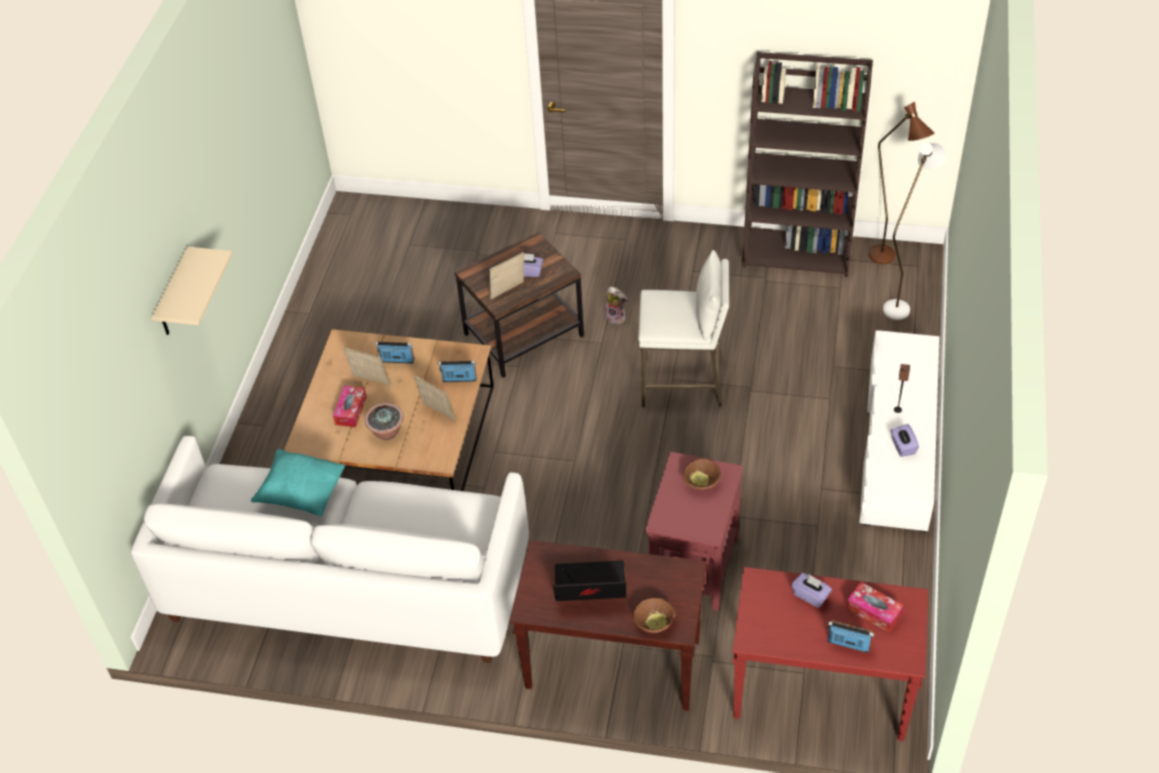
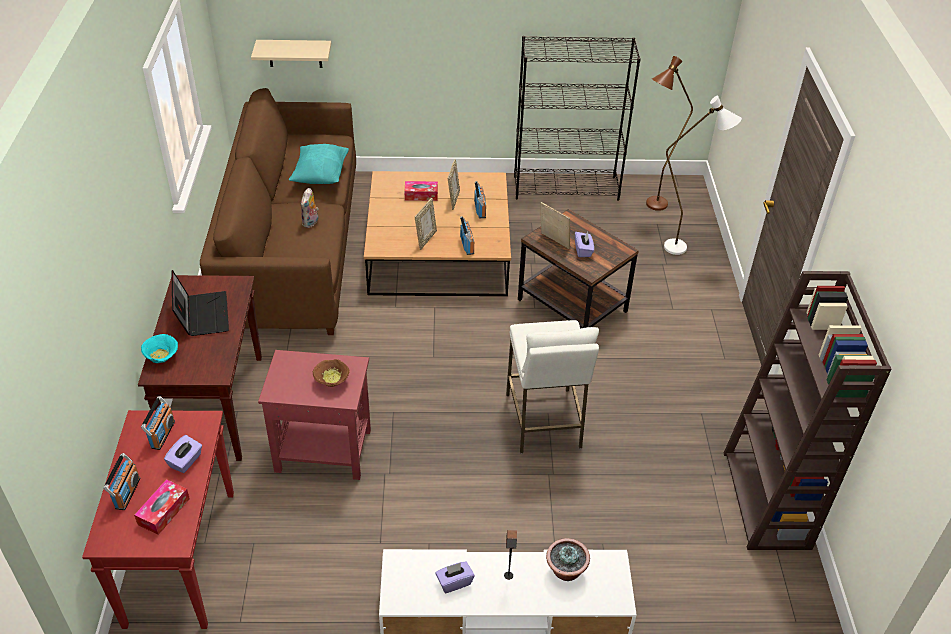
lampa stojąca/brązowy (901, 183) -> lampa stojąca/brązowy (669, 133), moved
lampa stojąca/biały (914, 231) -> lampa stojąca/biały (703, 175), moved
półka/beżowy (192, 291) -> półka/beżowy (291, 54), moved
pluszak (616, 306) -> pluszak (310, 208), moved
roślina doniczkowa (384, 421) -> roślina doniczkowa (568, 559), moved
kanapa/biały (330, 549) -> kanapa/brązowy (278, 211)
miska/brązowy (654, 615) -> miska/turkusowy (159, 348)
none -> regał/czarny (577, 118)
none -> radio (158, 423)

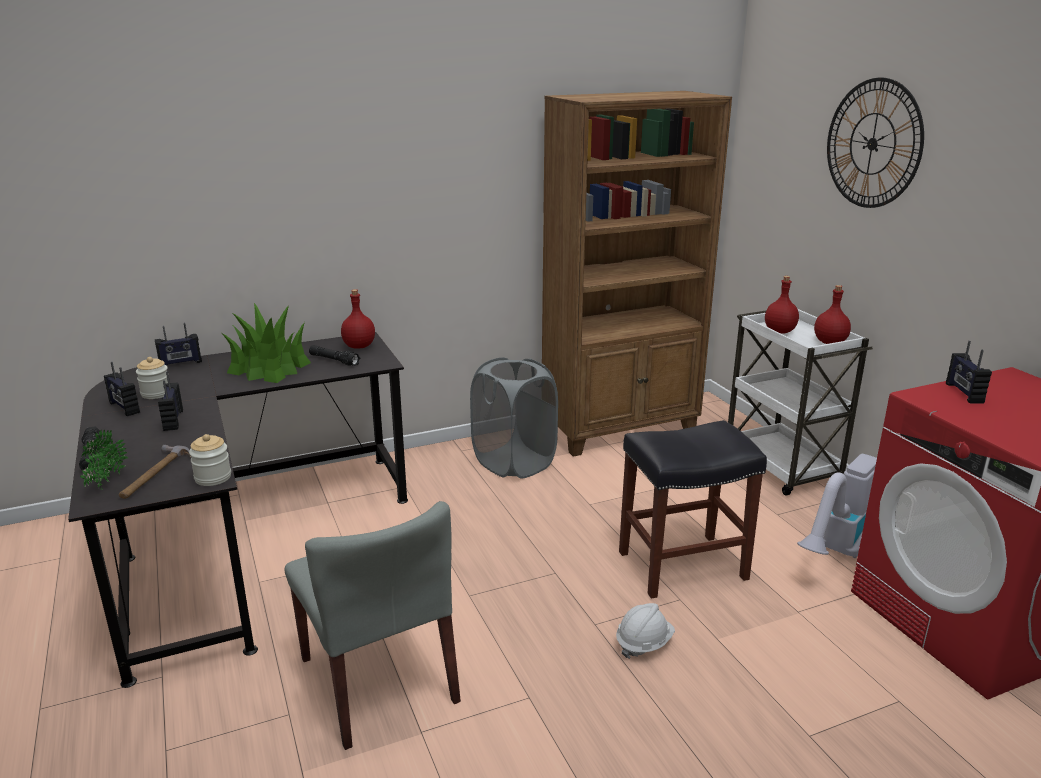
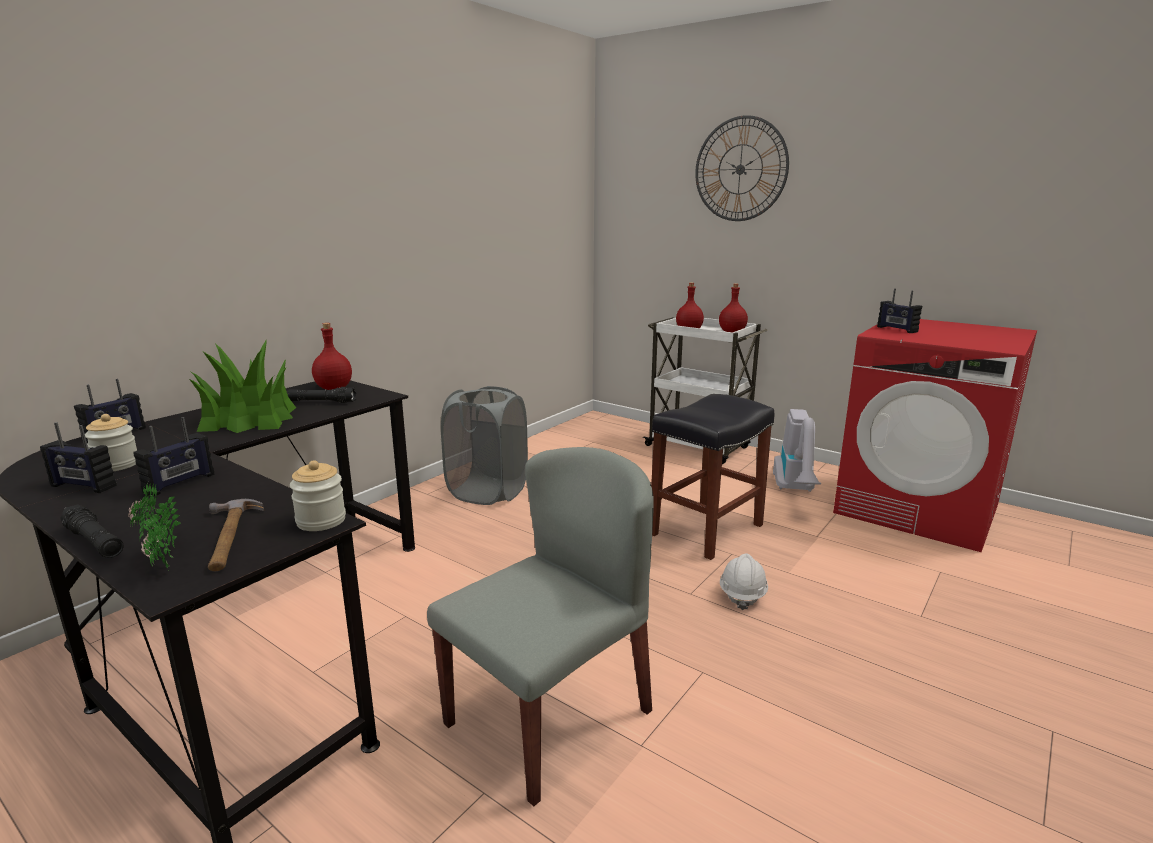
regał/brązowy (637, 274) -> none
radio (170, 401) -> radio (173, 456), 105 degrees counterclockwise
krzesło/szary (373, 625) -> krzesło/szary (540, 627), 75 degrees counterclockwise

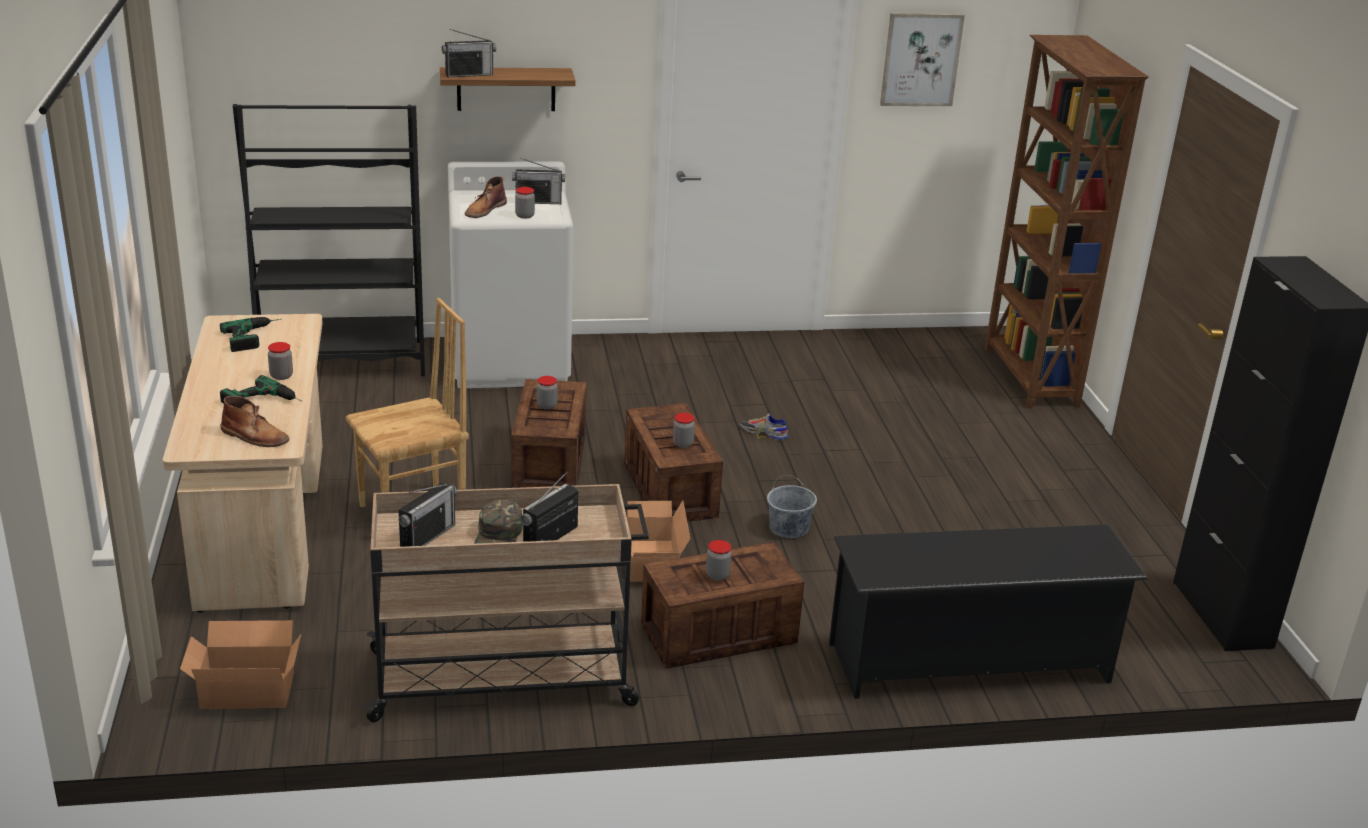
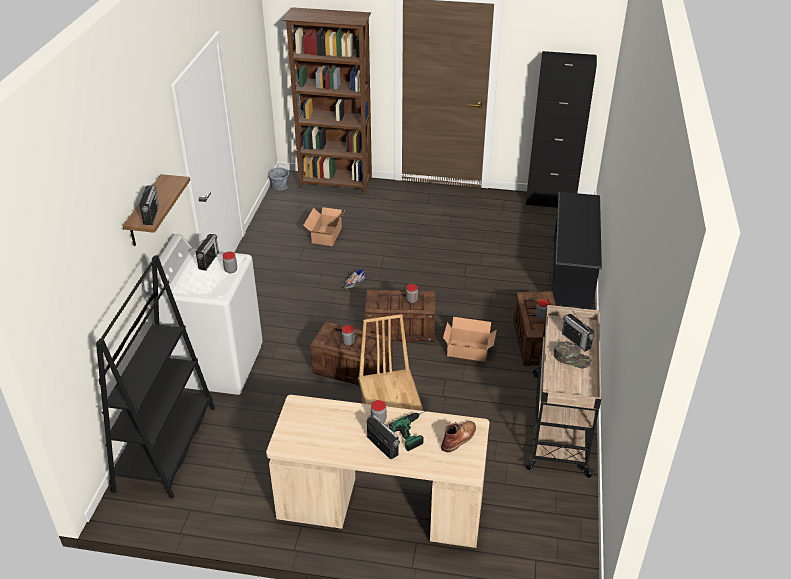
obraz (922, 59) -> none
but z cholewką/brązowy (486, 197) -> none
wiertarka (250, 334) -> none
wiadro/szary (792, 506) -> wiadro/szary (278, 177), moved
radio (427, 515) -> radio (383, 437), moved
karton (240, 664) -> karton (323, 226), moved

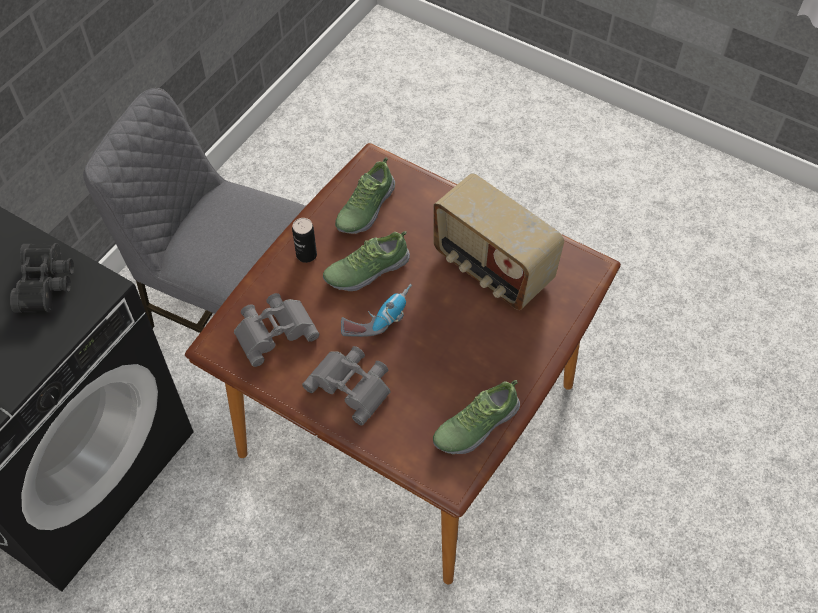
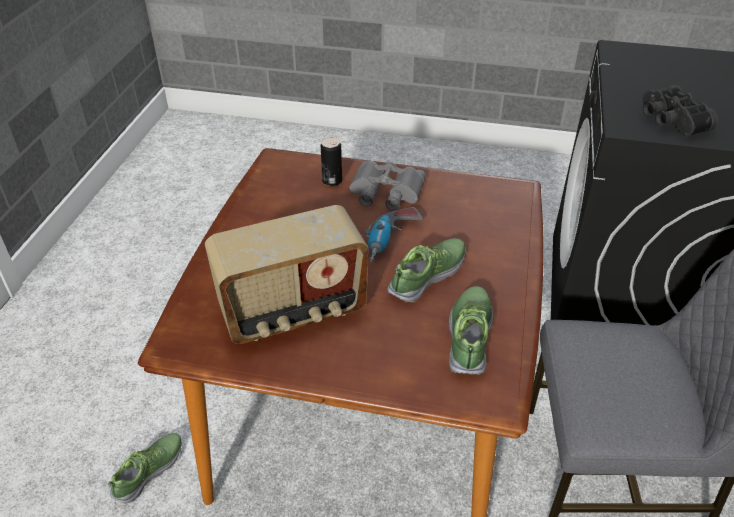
radio (498, 242) -> radio (286, 274), 135 degrees clockwise
puszka (304, 240) -> puszka (331, 161), moved
lornetka/szary (276, 330) -> none
but (476, 417) -> but (145, 468), moved

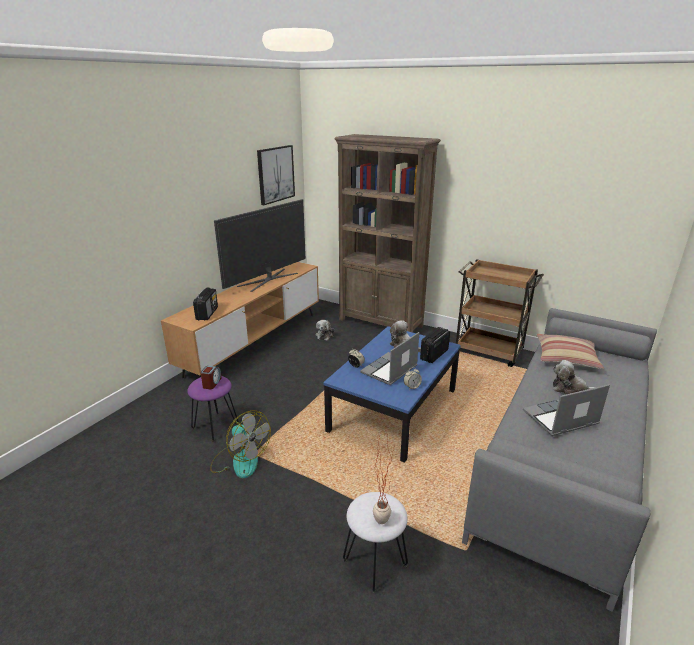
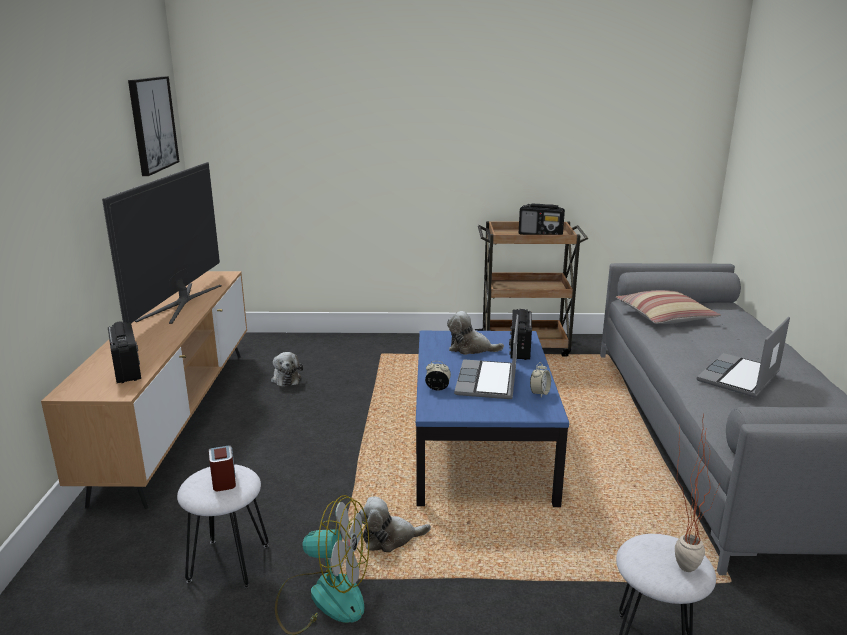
regał/brązowy (387, 233) -> none
pluszak (574, 377) -> pluszak (395, 524), moved
stołek/fioletowy (213, 409) -> stołek/biały (223, 526)
none -> radio (542, 219)

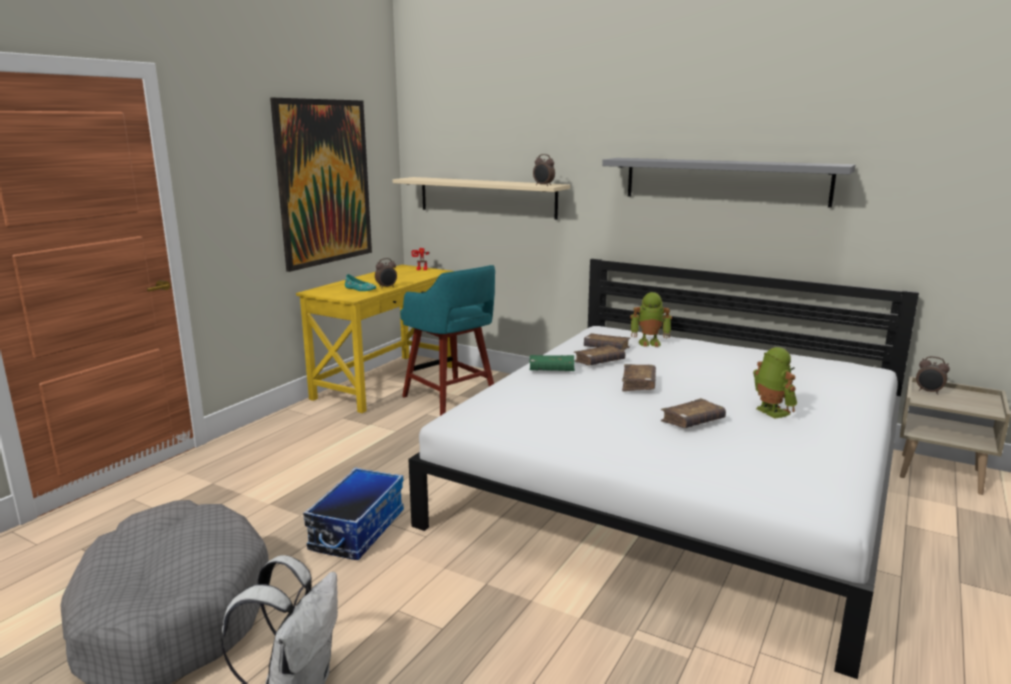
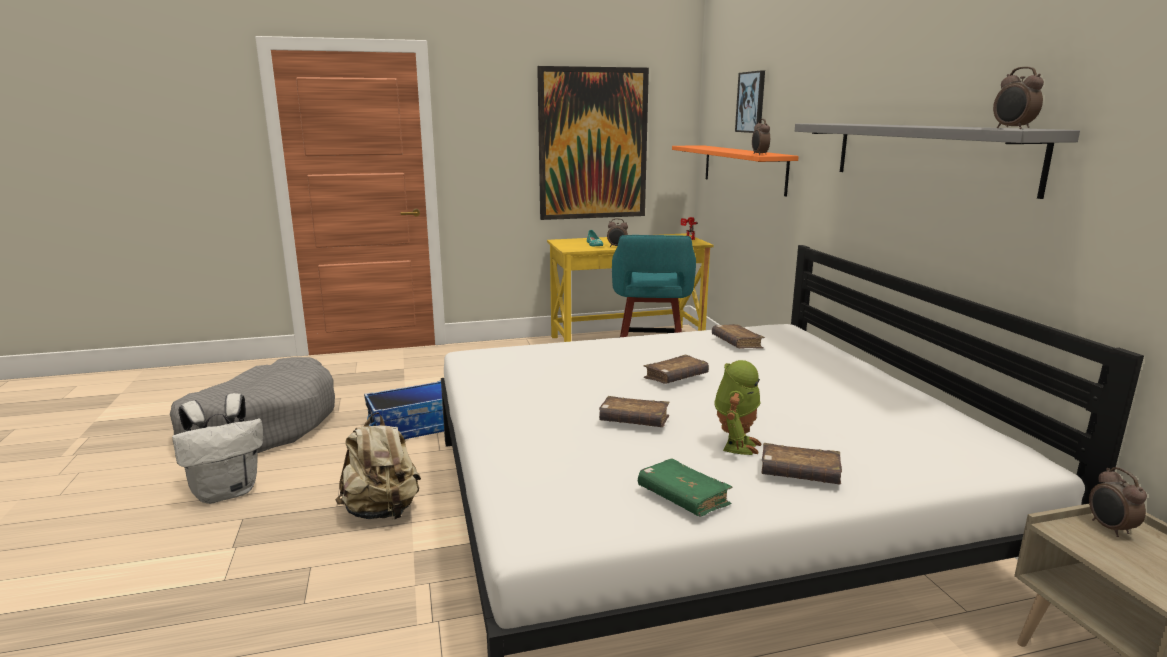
półka/beżowy (481, 198) -> półka/pomarańczowy (735, 170)
robot zabawkowy (651, 319) -> none
książka/brązowy (599, 355) -> książka/brązowy (801, 463), moved
książka/zielony (552, 363) -> książka/zielony (685, 487), moved
none -> budzik (1018, 98)
none -> obraz (750, 101)
none -> plecak/beżowy (378, 465)

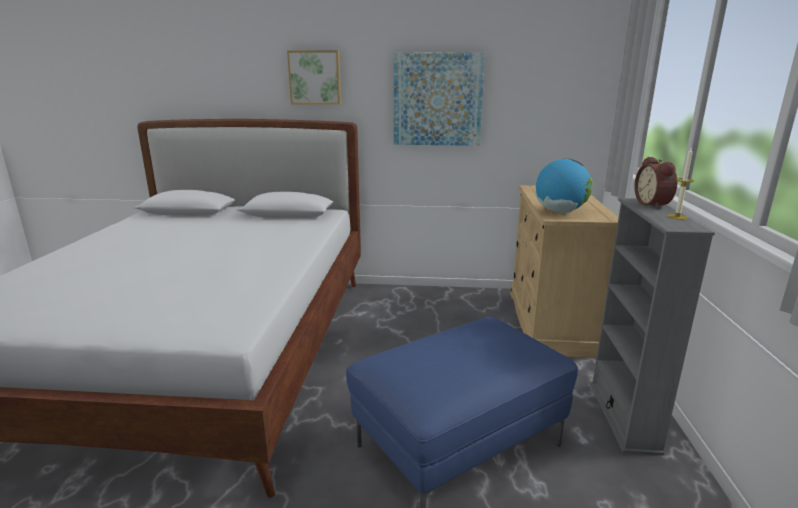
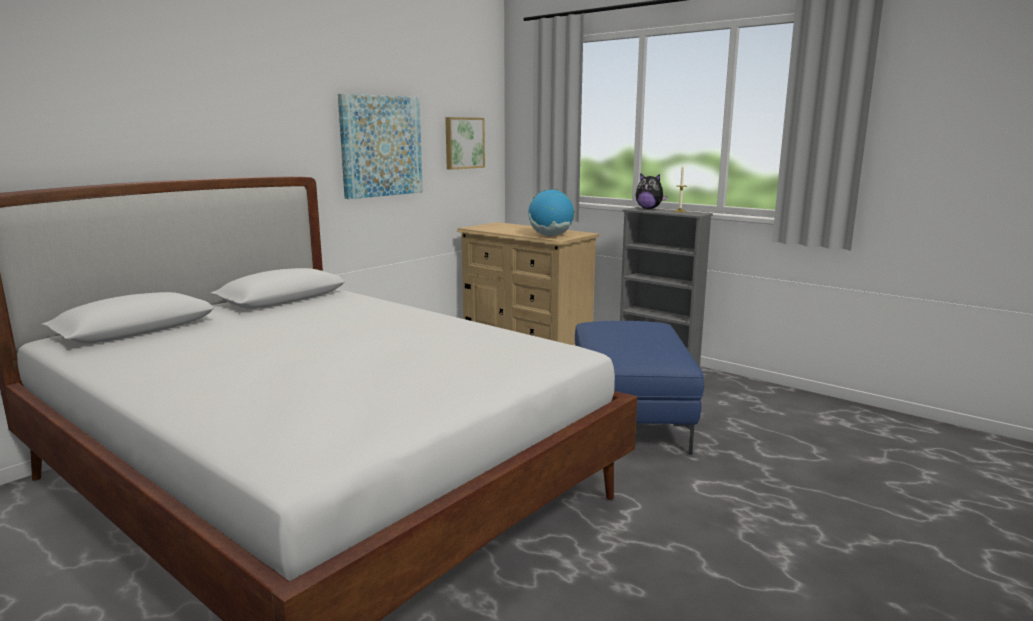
obraz (314, 77) -> obraz (465, 143), moved
budzik (655, 182) -> pluszak (652, 191)

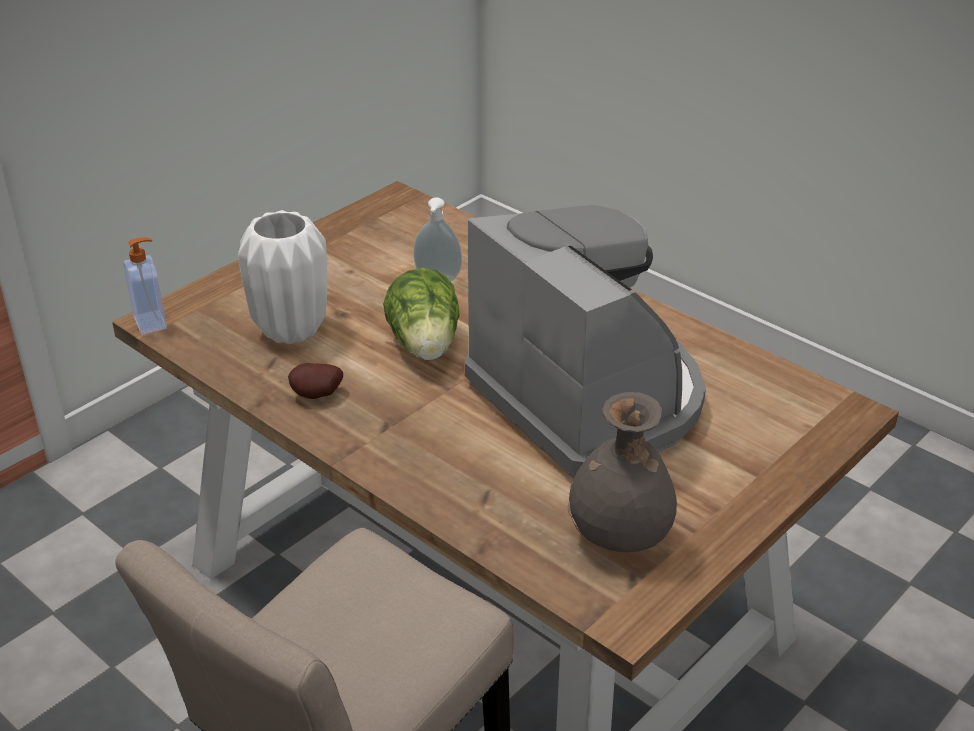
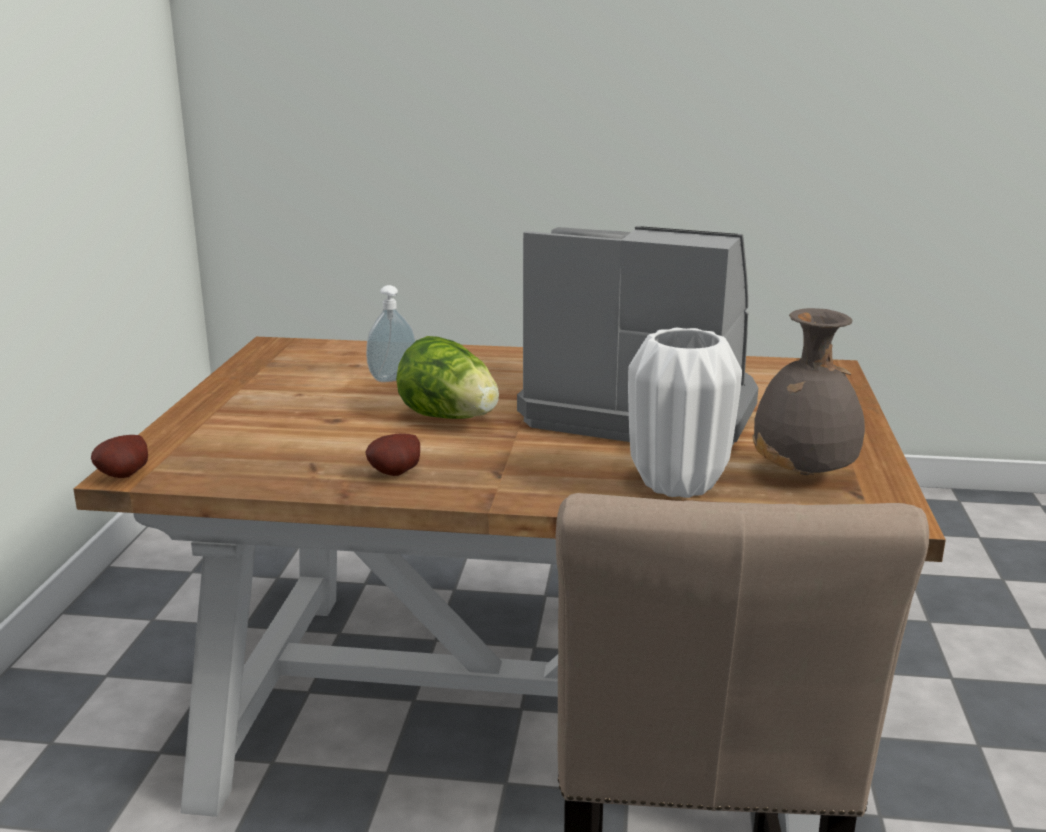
wazon/biały (282, 277) -> wazon/biały (685, 413), moved
dozownik mydła (145, 286) -> ziemniak (119, 456)

